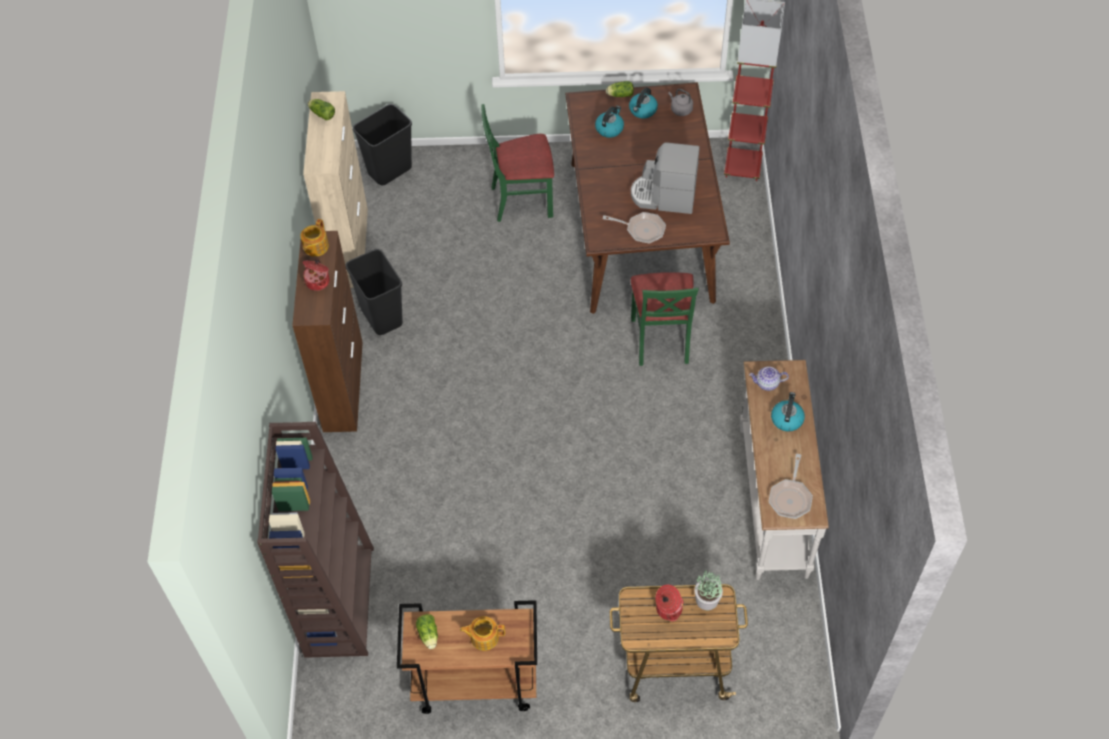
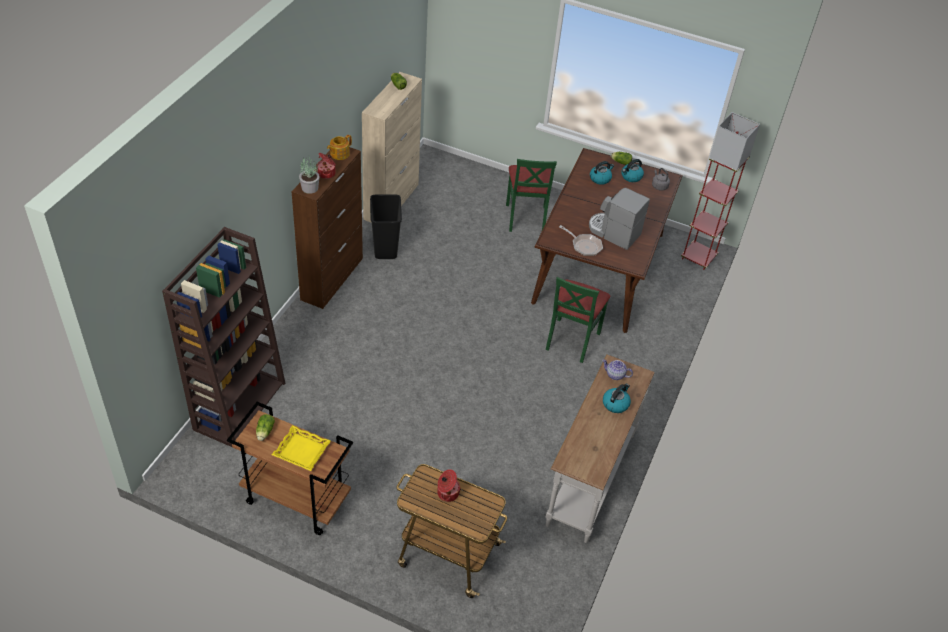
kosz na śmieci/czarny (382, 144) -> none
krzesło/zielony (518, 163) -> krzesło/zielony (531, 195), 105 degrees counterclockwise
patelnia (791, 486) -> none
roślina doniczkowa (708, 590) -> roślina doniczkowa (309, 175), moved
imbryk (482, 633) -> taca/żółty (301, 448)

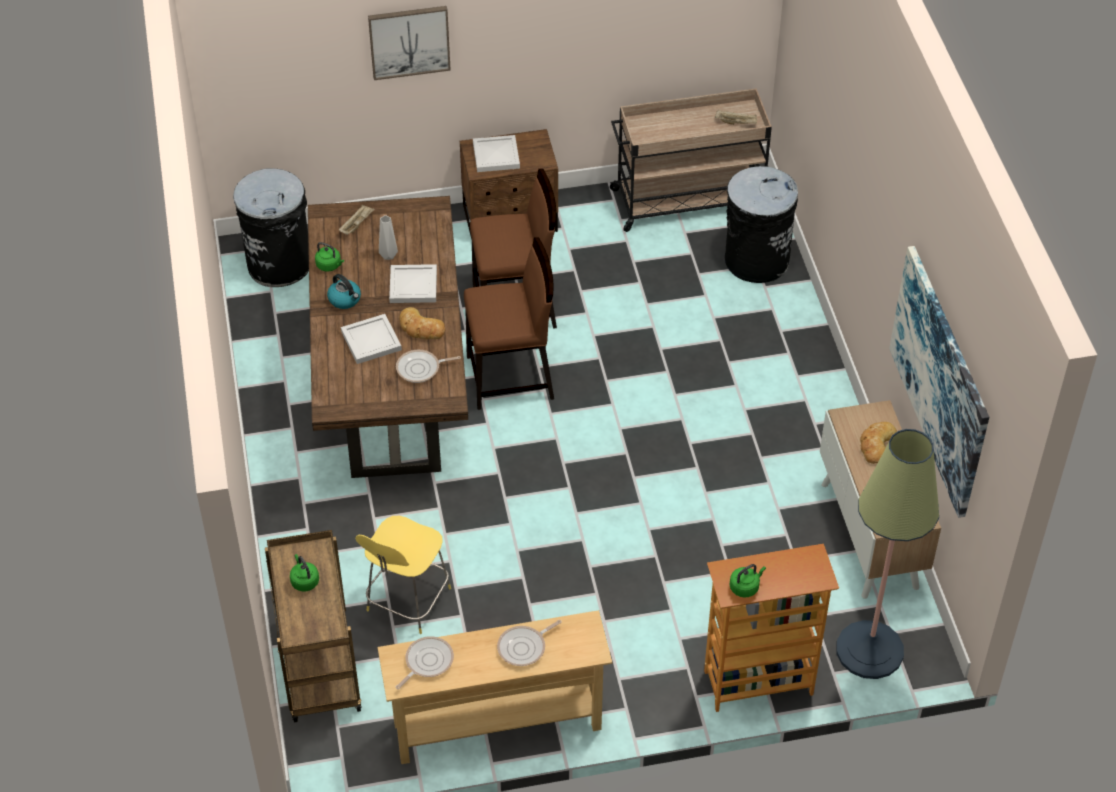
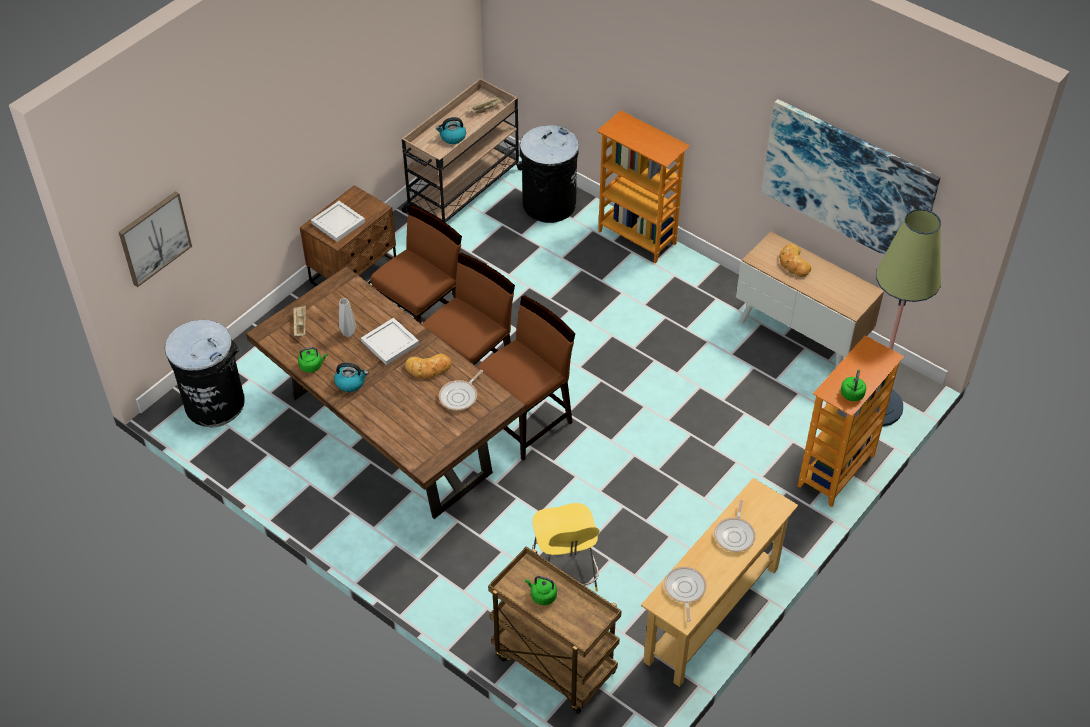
obraz (409, 43) -> obraz (155, 239), moved
taca/biały (371, 339) -> none
none -> regał (643, 187)
none -> czajnik (451, 130)
none -> krzesło/brązowy (526, 378)

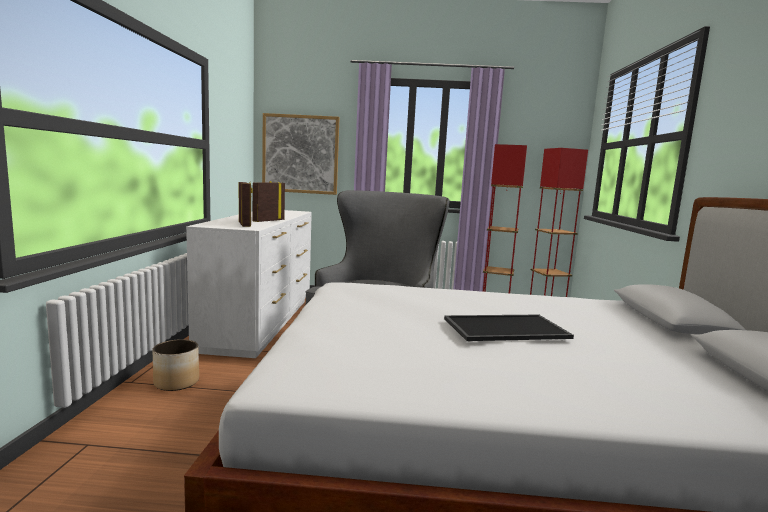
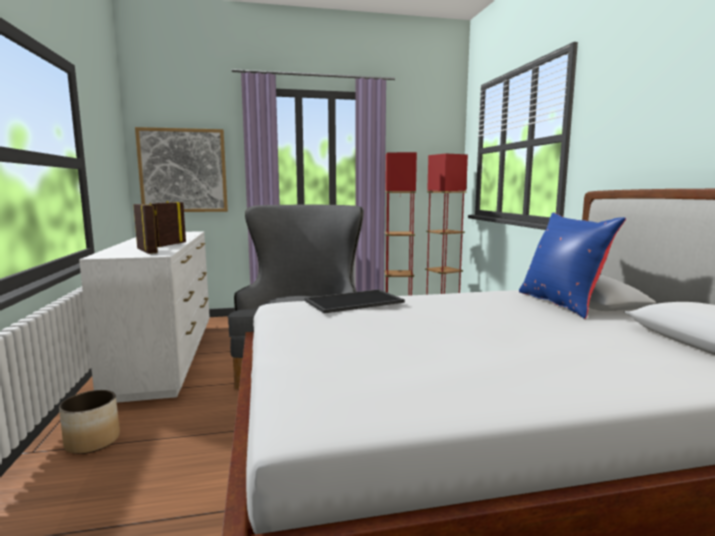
taca (509, 328) -> taca (354, 301), moved
none -> poduszka/niebieski (572, 265)

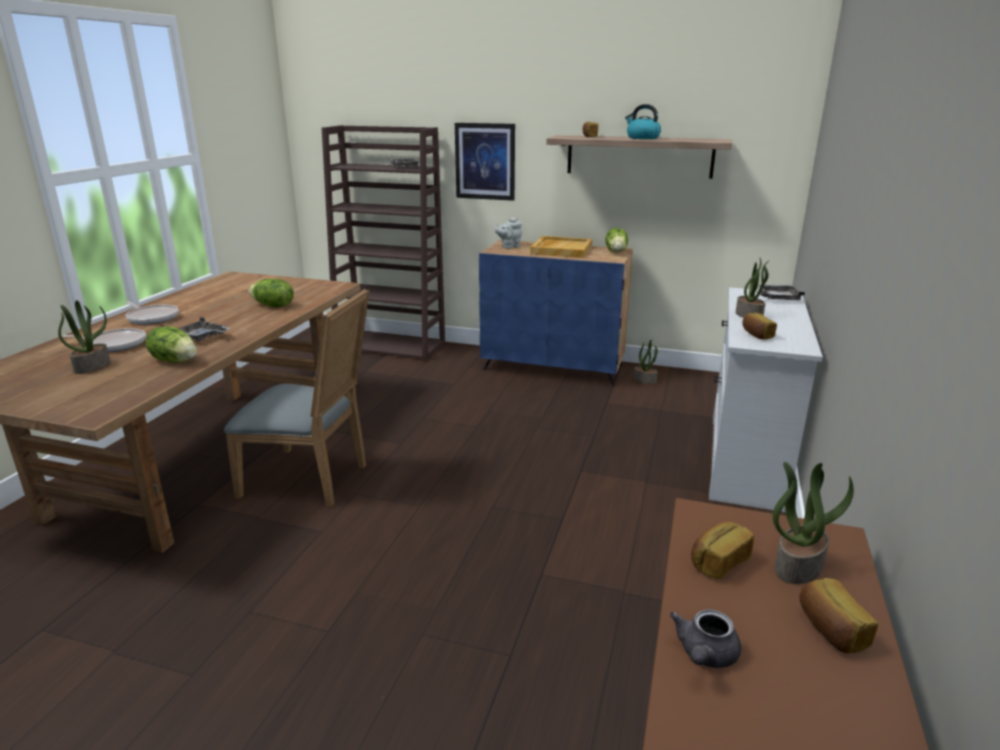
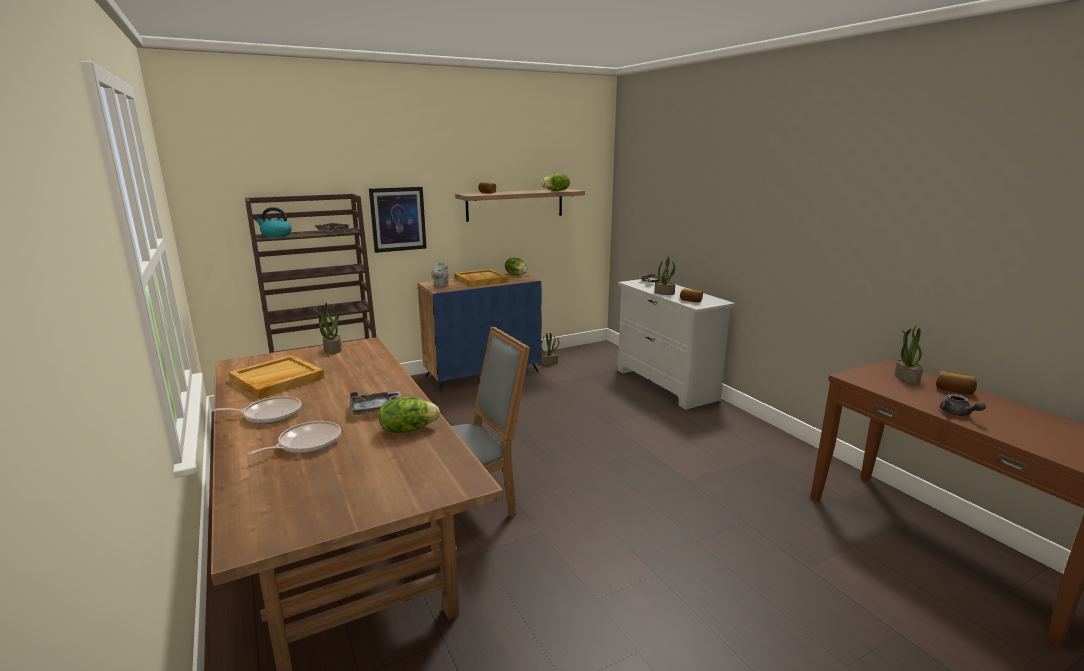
czajnik (643, 121) -> czajnik (273, 222), moved
sałata (271, 293) -> sałata (555, 182), moved
roślina doniczkowa (84, 337) -> roślina doniczkowa (327, 328), moved
chleb (722, 550) -> none
none -> taca/beżowy (277, 377)

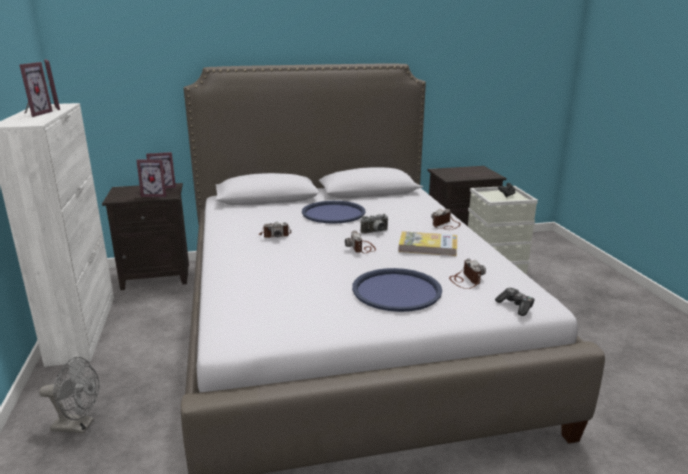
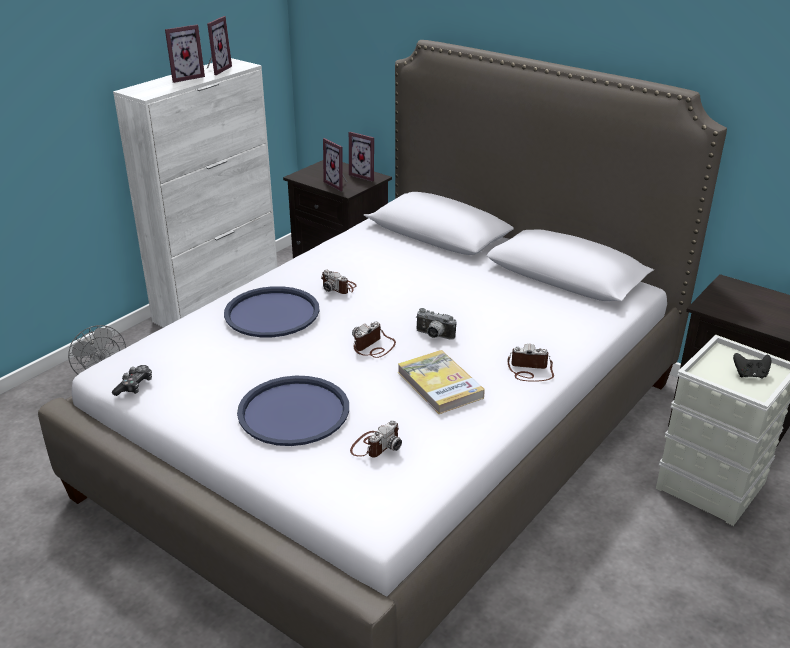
taca/niebieski (334, 212) -> taca/niebieski (272, 311), moved
pad do gier (515, 302) -> pad do gier (132, 380), moved

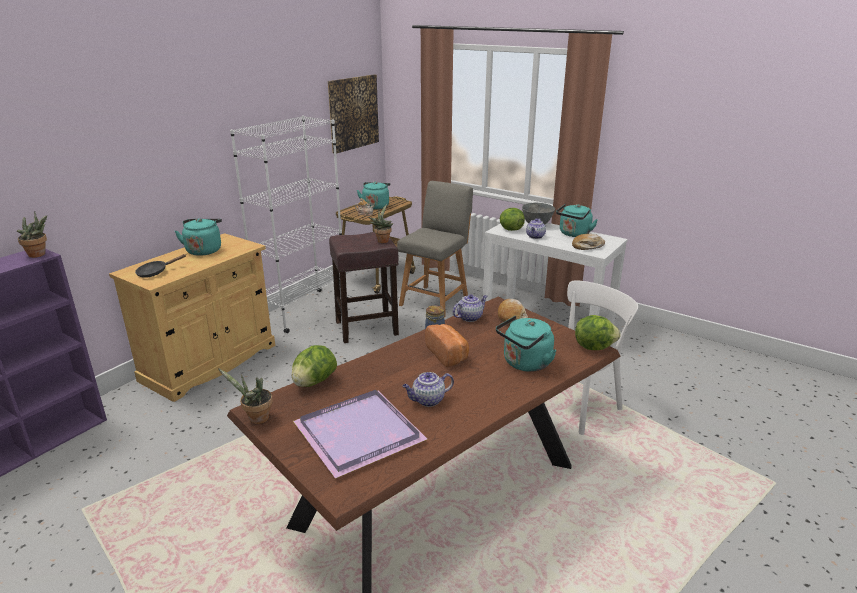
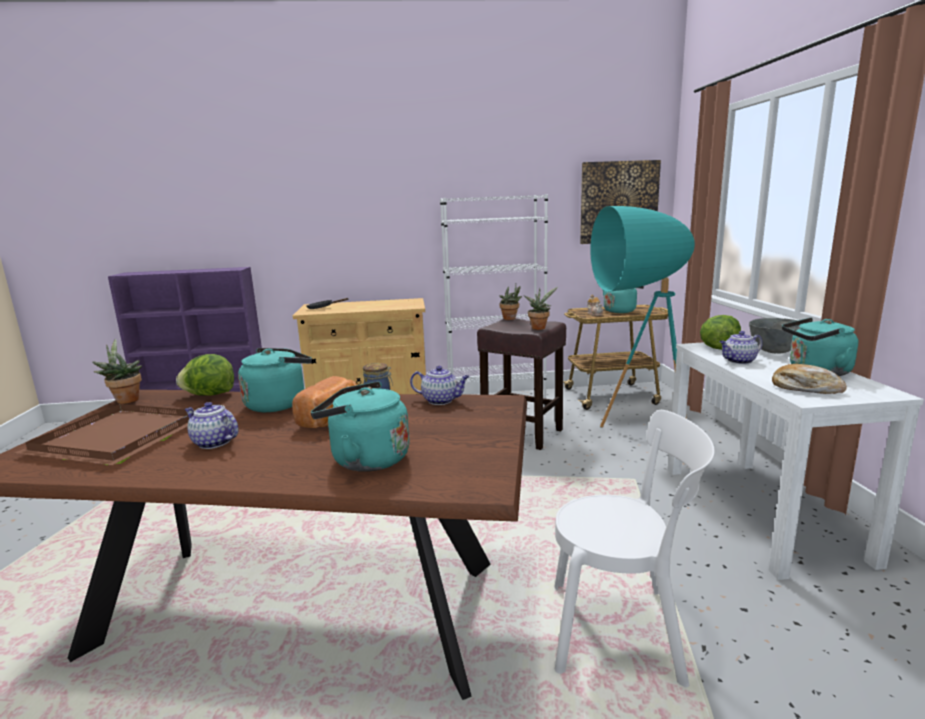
krzesło/szary (435, 249) -> lampa stojąca/turkusowy (642, 317)
roślina doniczkowa (32, 234) -> roślina doniczkowa (511, 302), moved
czajnik/turkusowy (198, 237) -> czajnik/turkusowy (275, 380), moved
chleb (513, 312) -> none
sałata (598, 332) -> none
taca/fioletowy (360, 434) -> taca/brązowy (105, 434)

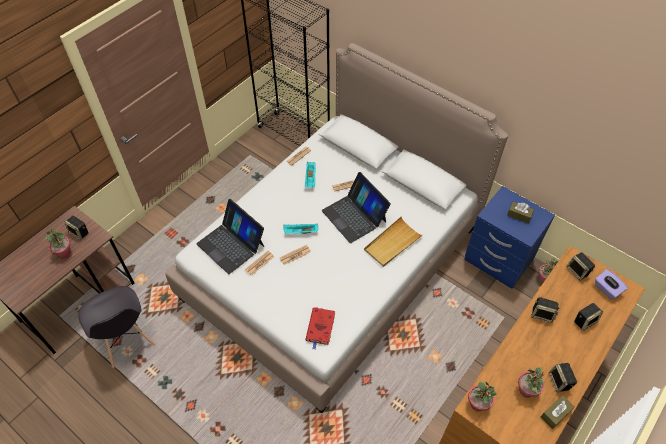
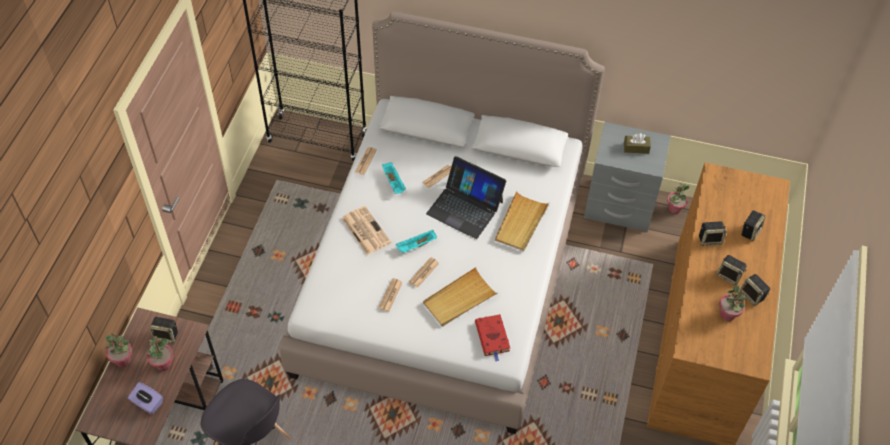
szafka nocna/niebieski (509, 237) -> szafka nocna/szary (627, 177)
laptop (230, 236) -> none
głośnik (580, 266) -> głośnik (732, 270), moved
pudełko chusteczek/fioletowy (611, 284) -> pudełko chusteczek/fioletowy (145, 398), moved
roślina doniczkowa (482, 396) -> roślina doniczkowa (118, 350), moved
pudełko chusteczek/brązowy (558, 412) -> none
none -> gazeta (366, 230)
none -> taca/beżowy (460, 296)

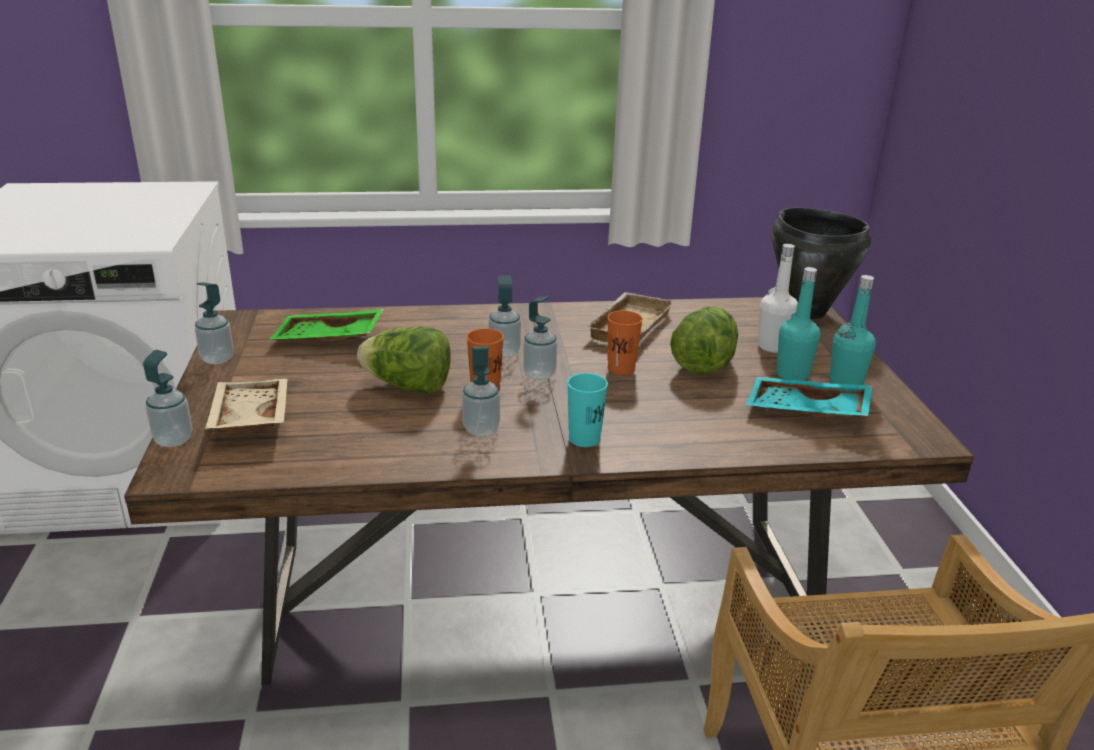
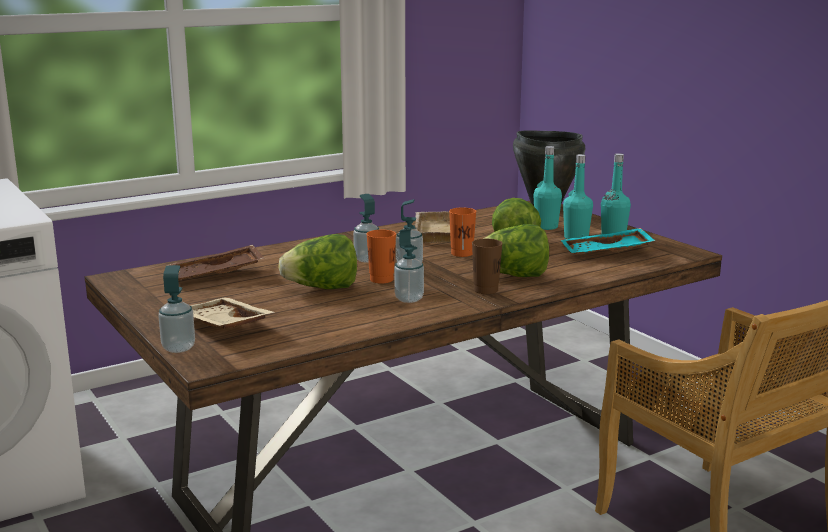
butelka/biały (778, 298) -> butelka/turkusowy (547, 188)
dozownik mydła (214, 323) -> none
taca/zielony (326, 325) -> taca/brązowy (215, 262)
filiżanka/turkusowy (587, 410) -> filiżanka/brązowy (487, 266)
none -> sałata (516, 250)

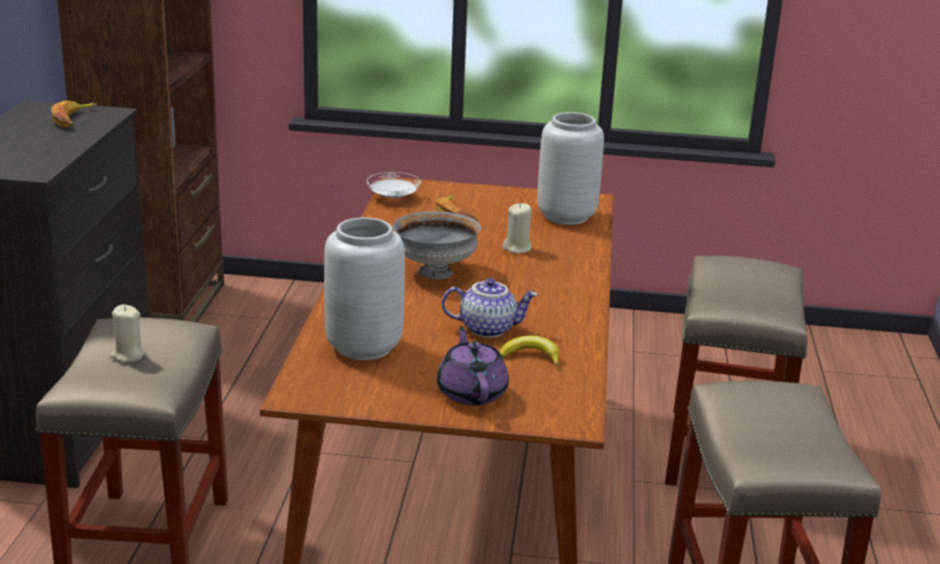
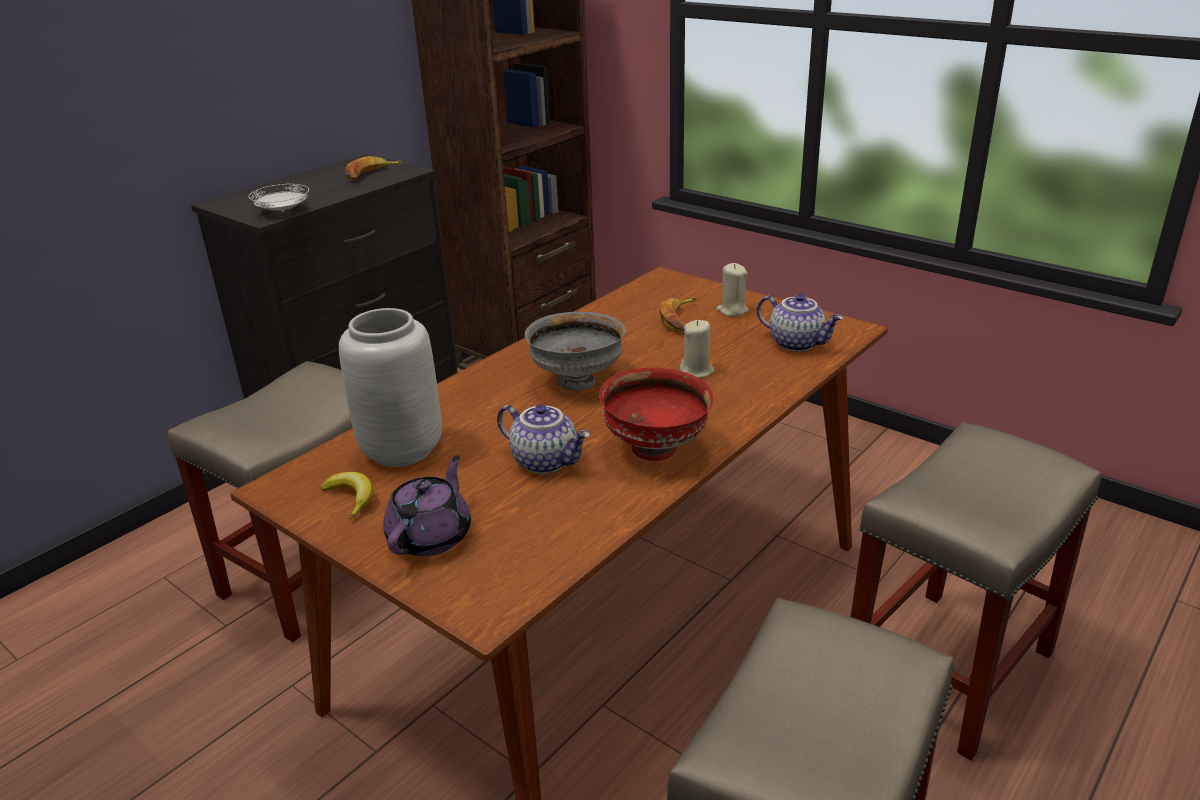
wazon/szary (570, 168) -> imbryk (800, 323)
talerz/biały (394, 185) -> talerz/biały (279, 198), moved
świeca/beżowy (128, 333) -> świeca/beżowy (732, 289), moved
banan (529, 351) -> banan (346, 495), moved
none -> miska/czerwony (656, 414)

